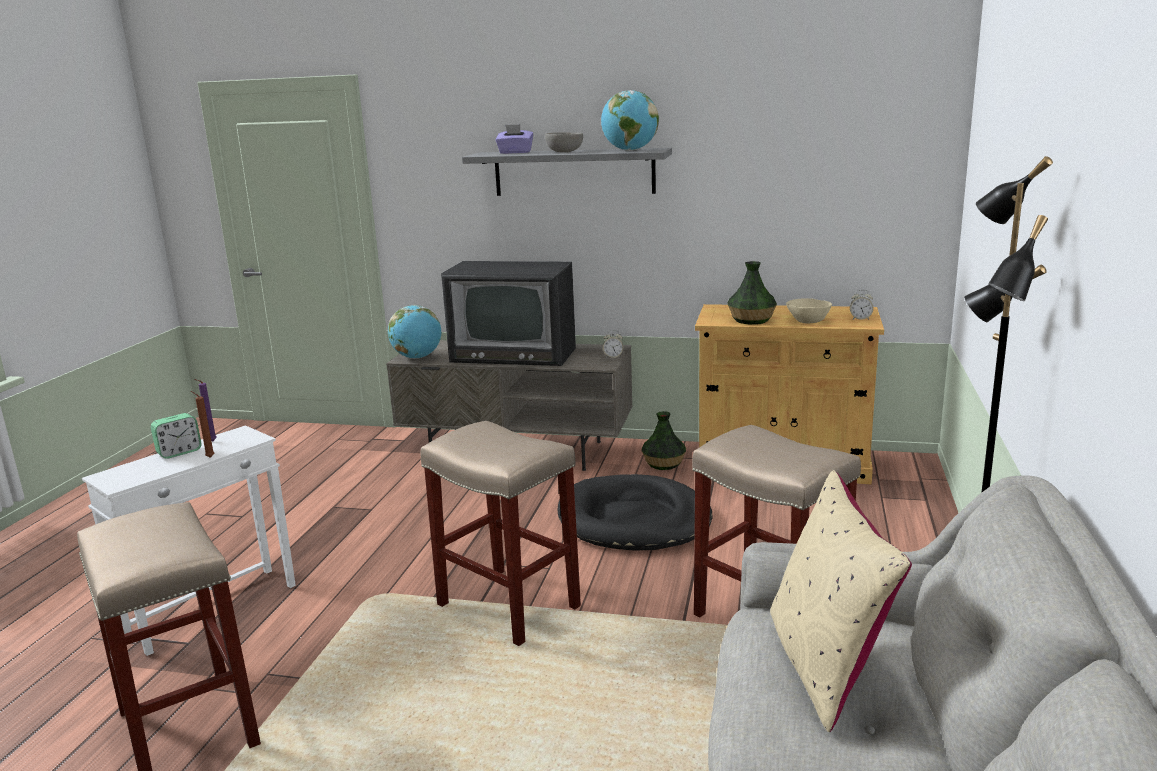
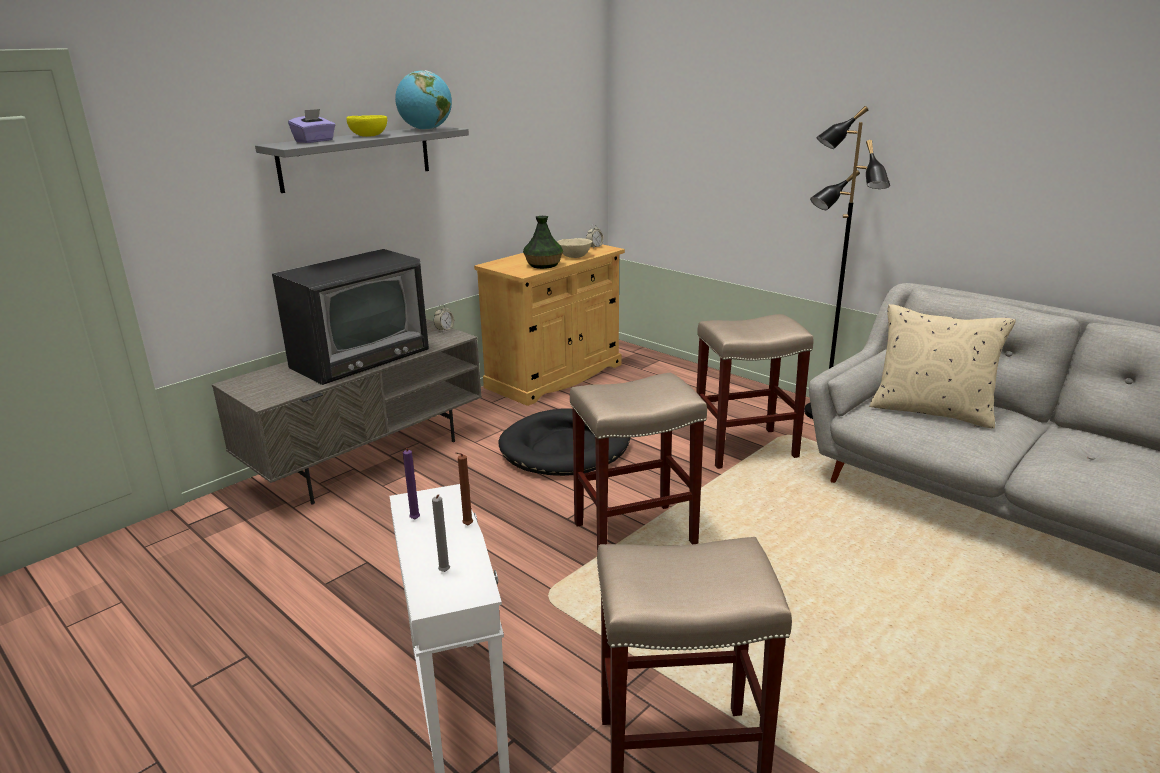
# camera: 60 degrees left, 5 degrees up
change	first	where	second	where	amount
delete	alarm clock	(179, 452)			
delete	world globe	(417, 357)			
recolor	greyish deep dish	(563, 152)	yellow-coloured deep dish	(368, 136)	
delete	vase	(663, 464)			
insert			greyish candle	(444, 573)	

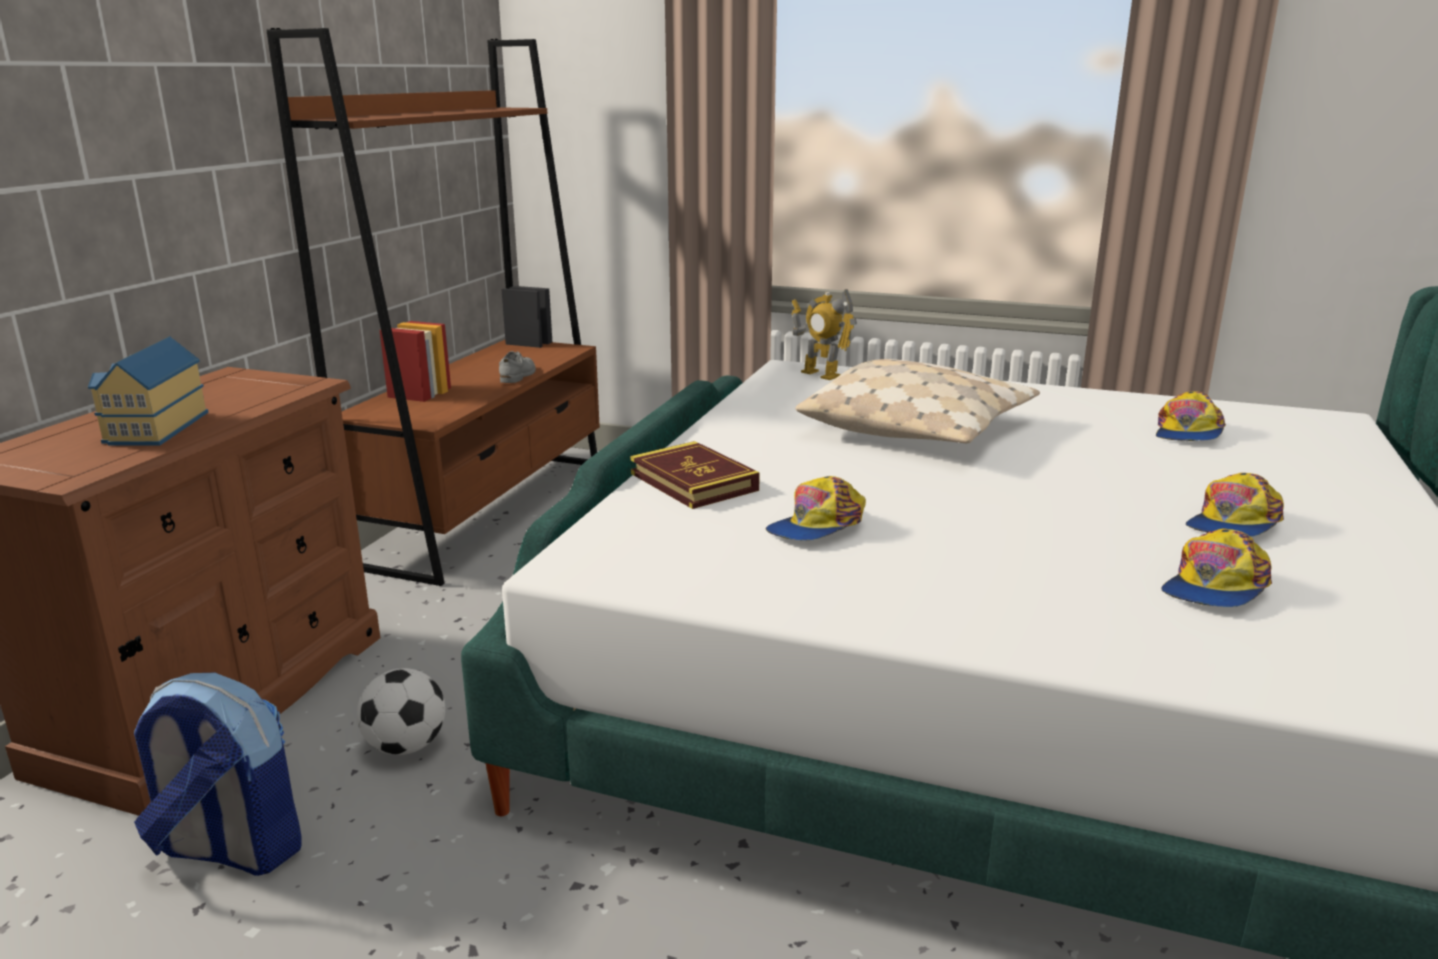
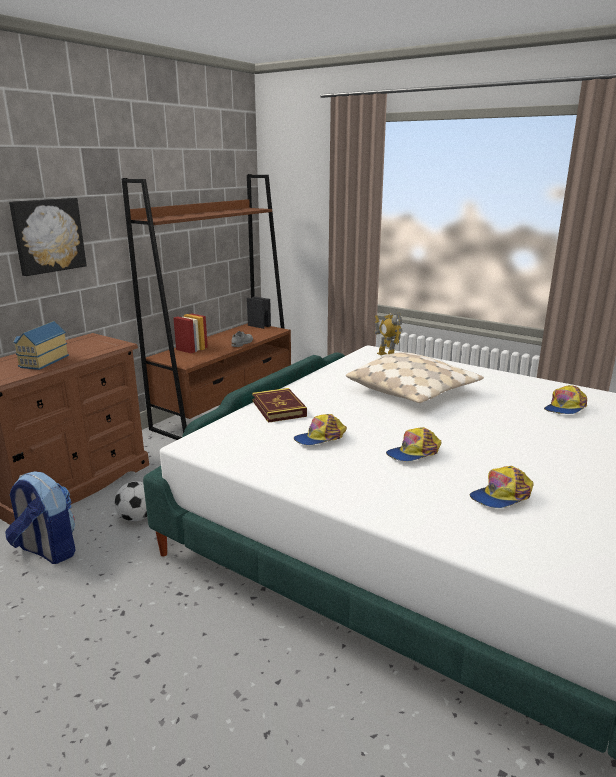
# camera: 15 degrees right, 0 degrees up
change	first	where	second	where	amount
move	peaked cap	(1233, 523)		(414, 453)	
insert			wall art	(48, 235)	

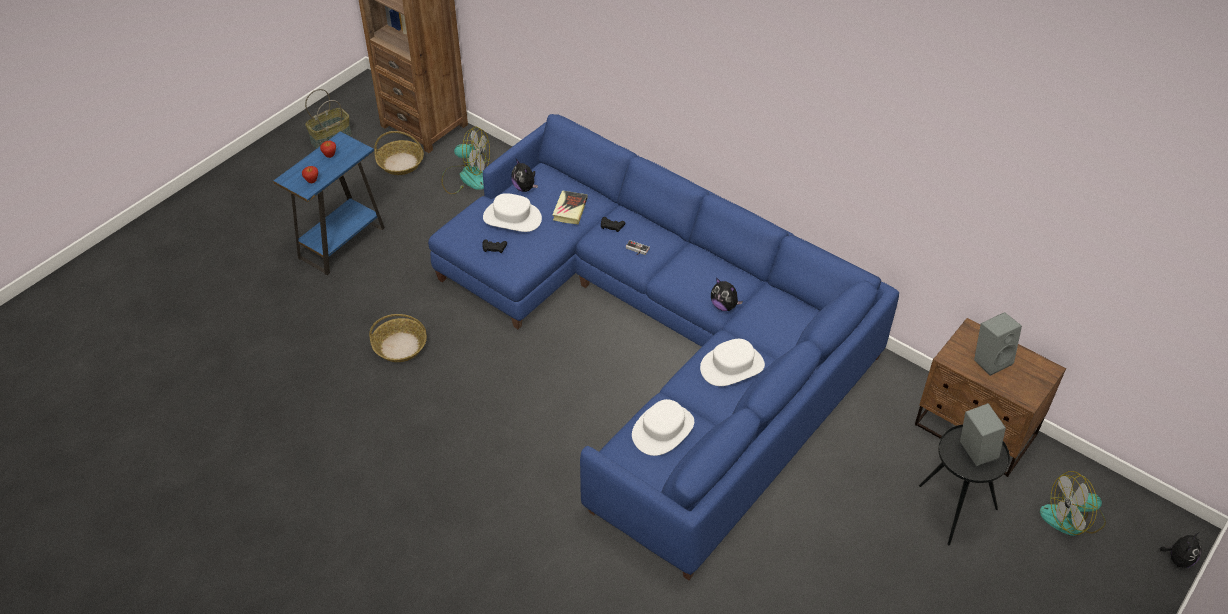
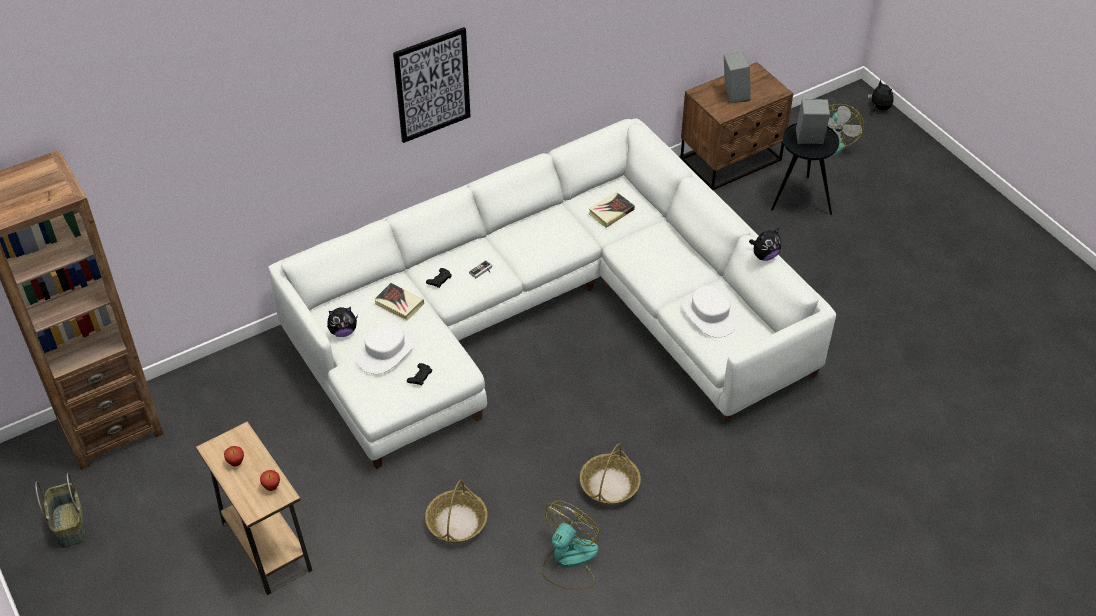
# camera: 70 degrees left, 0 degrees up
change	first	where	second	where	amount
recolor	blue-coloured side table	(341, 243)	brown side table	(266, 547)	
move	basket	(401, 163)		(609, 485)	
recolor	blue-coloured couch	(662, 339)	white couch	(547, 315)	
move	cooling fan	(466, 177)		(569, 560)	
delete	white clothing hat	(732, 366)			
move	soft toy	(724, 306)		(764, 256)	
insert			wall art	(432, 85)	
insert			volume	(611, 212)	

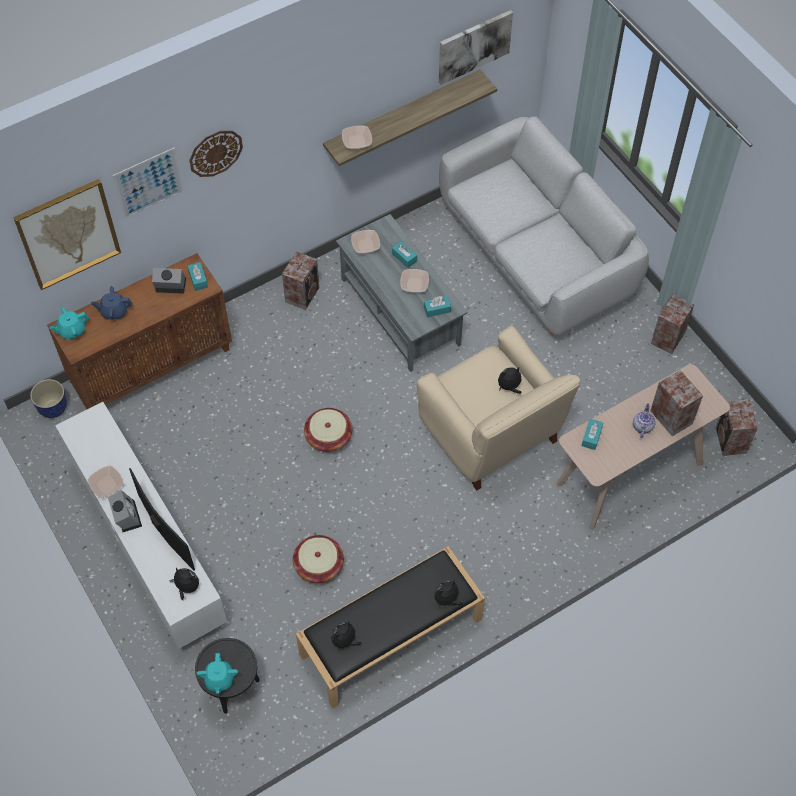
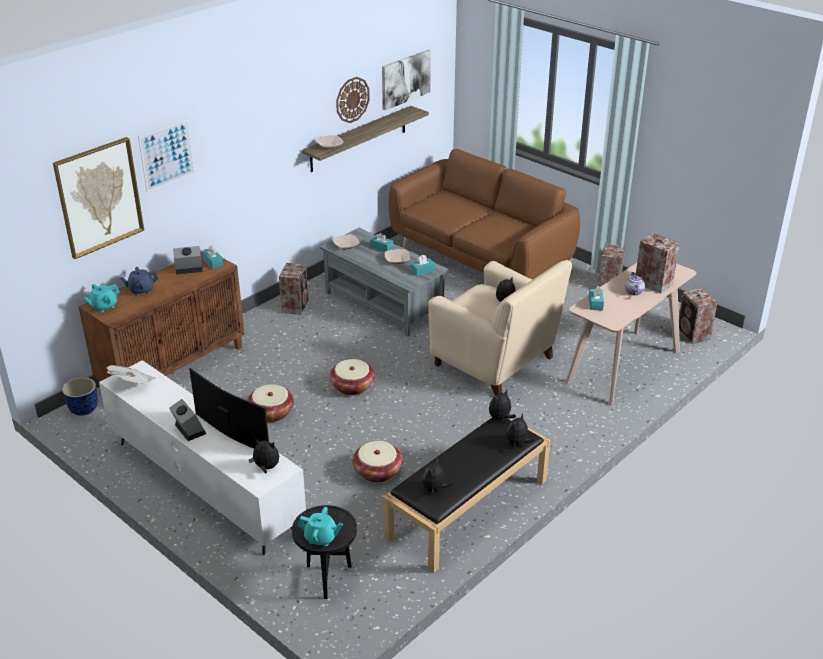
# camera: 15 degrees left, 25 degrees down
change	first	where	second	where	amount
delete	deep dish	(107, 484)			
move	hanging clock	(215, 153)		(352, 99)	
rotate	turquoise-coloured pot for tea	(219, 679)		(321, 538)	60 degrees counterclockwise
recolor	greyish couch	(536, 255)	brown couch	(481, 258)	
insert			daily paper	(133, 384)	
insert			basket	(271, 412)	
insert			soft toy	(500, 418)	

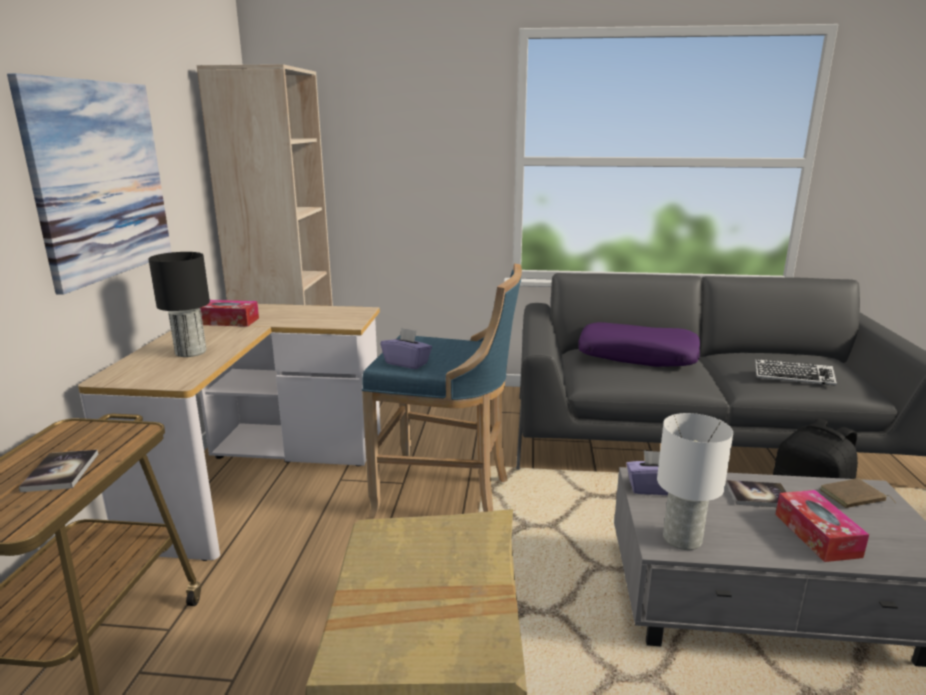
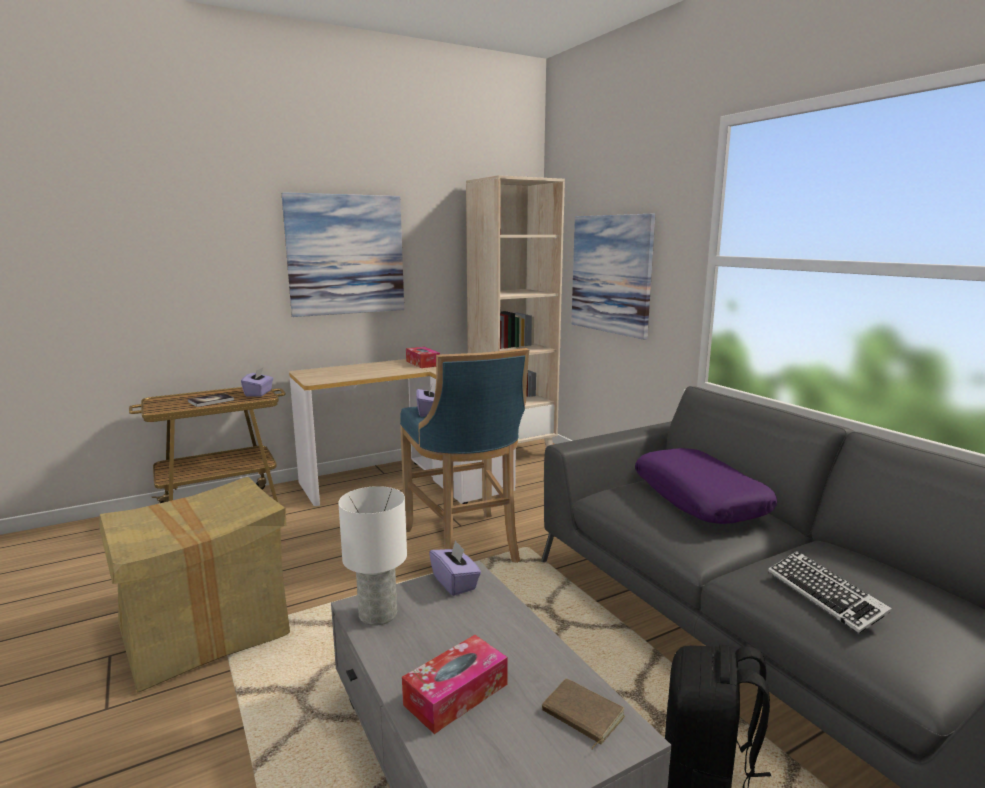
# camera: 55 degrees right, 5 degrees down
change	first	where	second	where	amount
delete	black lamp for a table	(190, 352)			
delete	volume	(758, 495)			
insert			purple-coloured box of tissues	(259, 393)	
insert			wall art	(611, 274)	

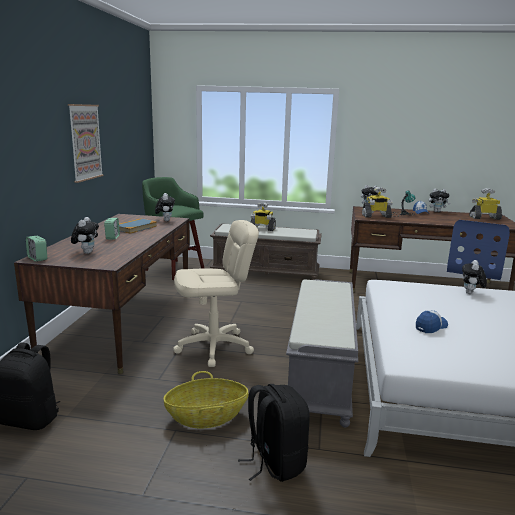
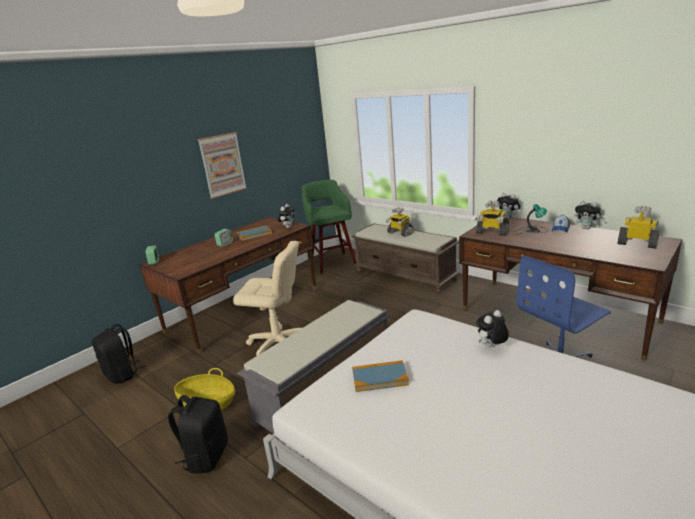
# camera: 35 degrees right, 5 degrees up
change	first	where	second	where	amount
delete	soft toy	(86, 252)			
replace	peaked cap	(431, 327)	volume	(380, 378)	

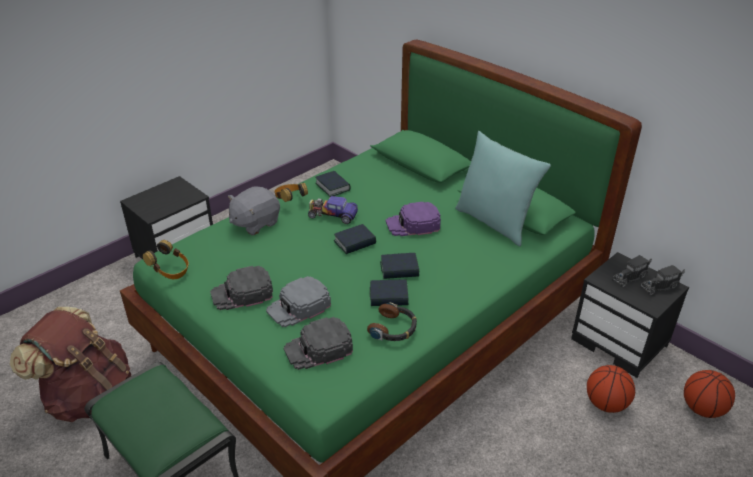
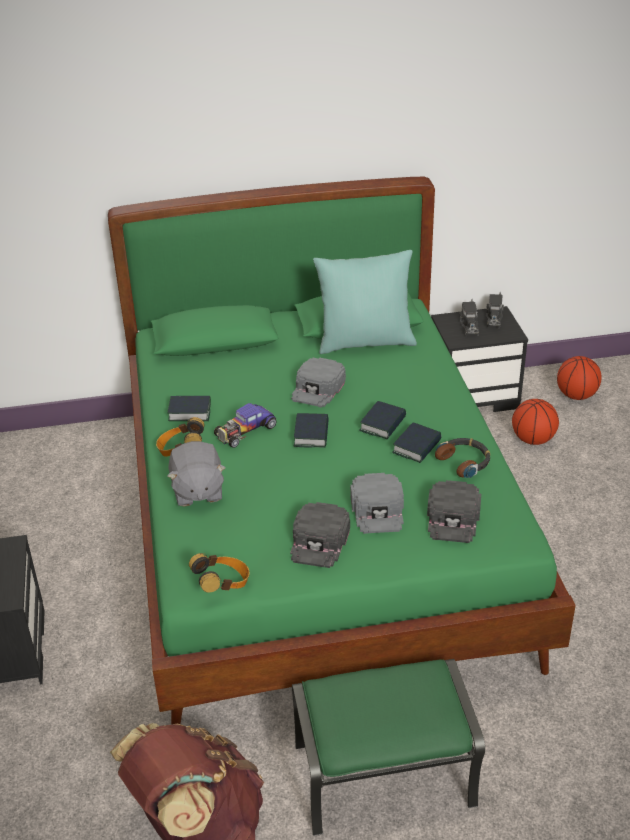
# camera: 55 degrees left, 0 degrees up
change	first	where	second	where	amount
recolor	purple-coloured peaked cap	(413, 224)	greyish peaked cap	(318, 388)	

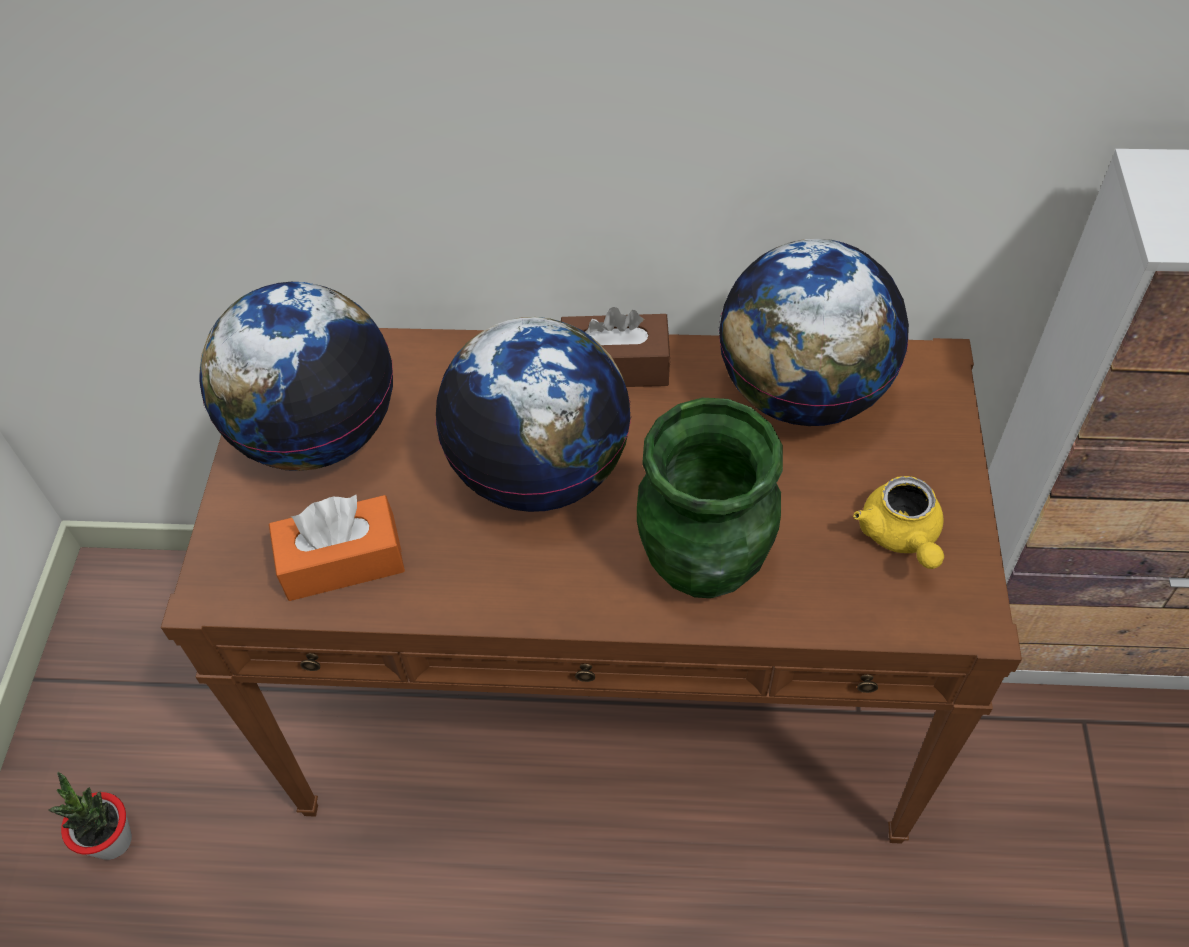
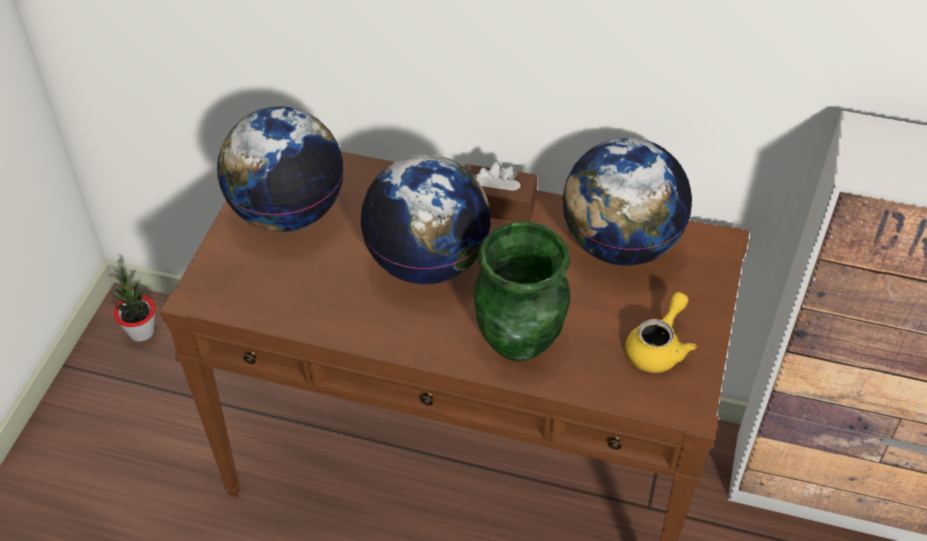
# camera: 10 degrees right, 5 degrees down
change	first	where	second	where	amount
move	houseplant	(112, 840)		(141, 331)	
delete	orange-coloured box of tissues	(342, 561)			
rotate	yellow-coloured pot for tea	(901, 536)		(658, 348)	150 degrees counterclockwise

